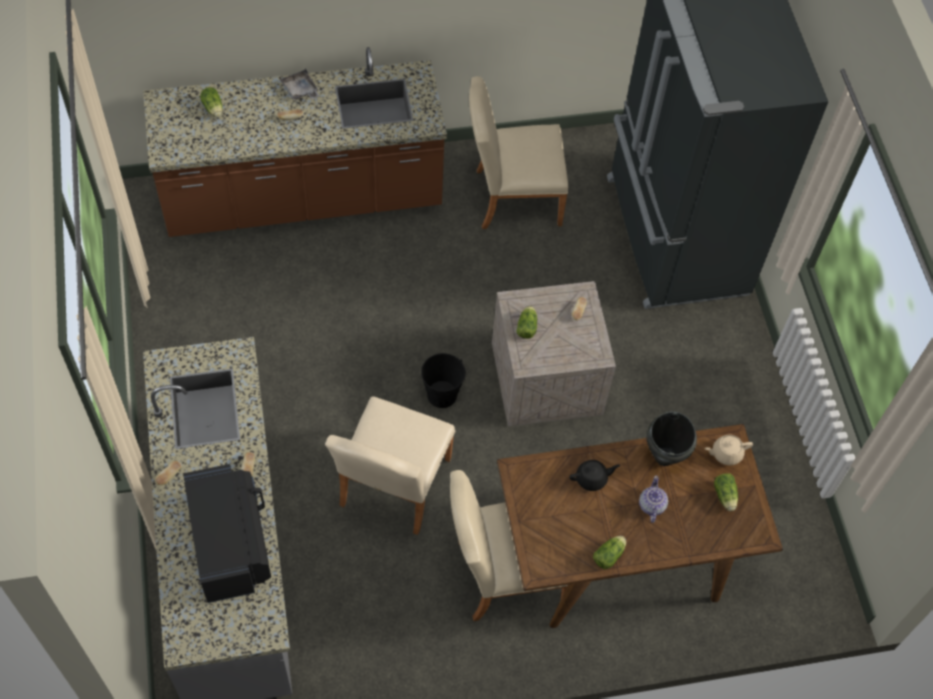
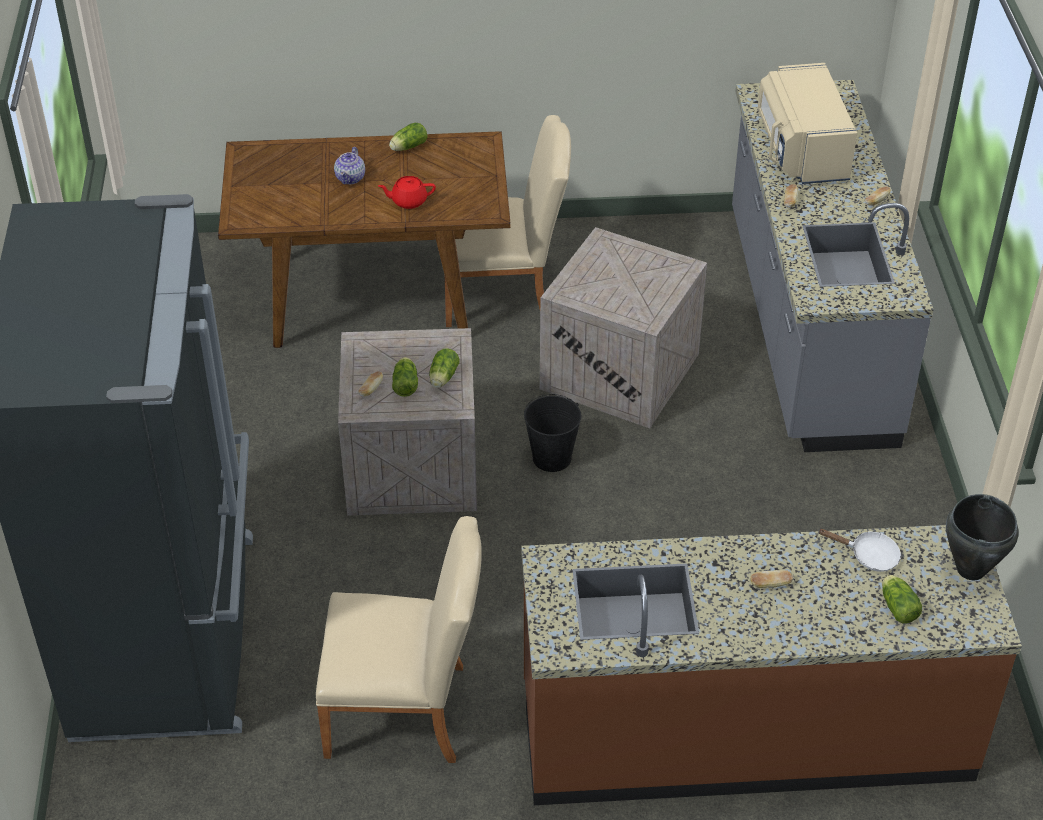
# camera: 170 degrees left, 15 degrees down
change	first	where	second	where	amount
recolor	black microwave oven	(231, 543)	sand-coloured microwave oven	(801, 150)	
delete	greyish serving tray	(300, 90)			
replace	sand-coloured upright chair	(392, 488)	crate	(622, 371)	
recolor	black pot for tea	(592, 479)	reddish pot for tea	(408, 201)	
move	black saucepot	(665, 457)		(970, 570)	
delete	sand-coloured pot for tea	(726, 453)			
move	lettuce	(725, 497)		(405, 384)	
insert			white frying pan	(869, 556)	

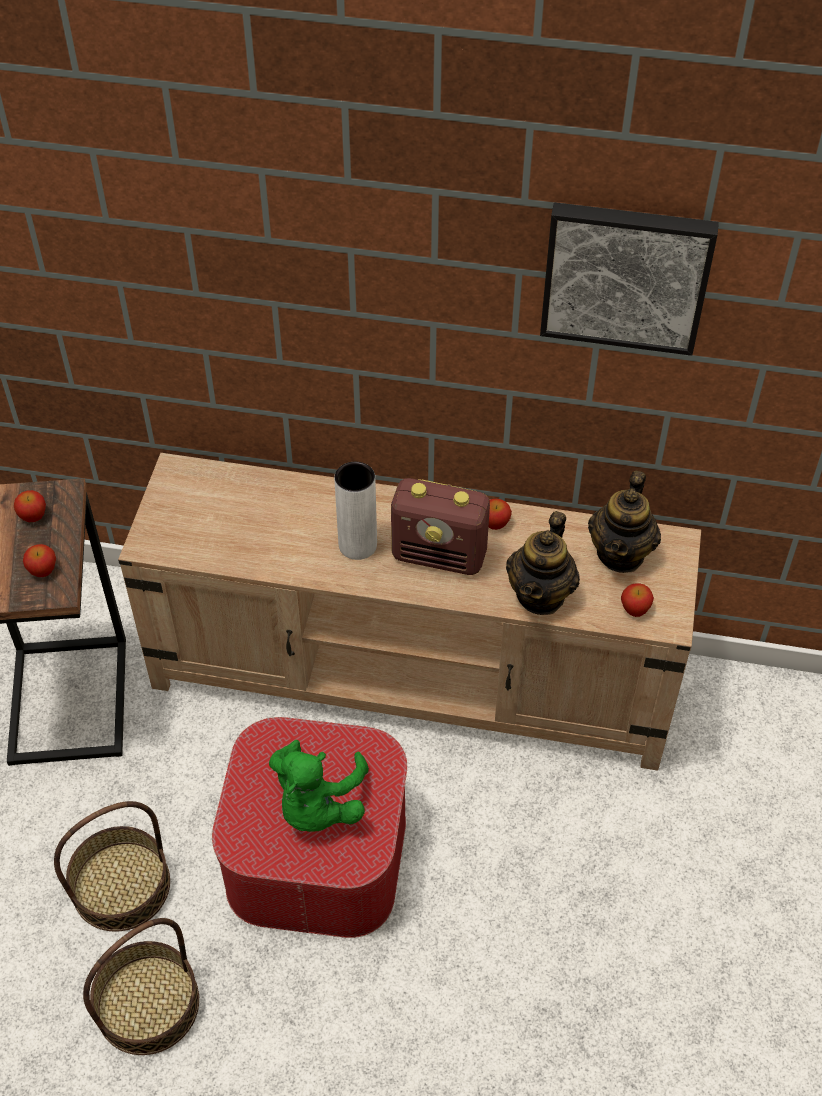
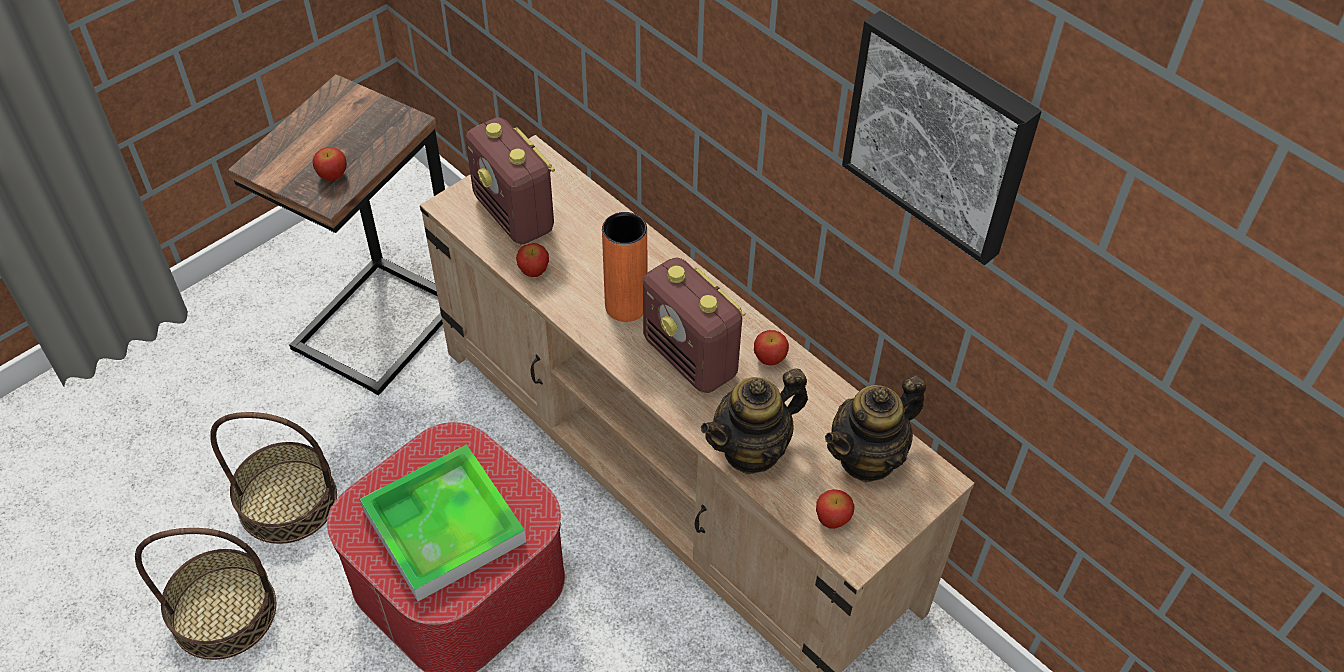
# camera: 35 degrees right, 0 degrees up
change	first	where	second	where	amount
move	apple	(33, 516)		(533, 271)	
replace	greenish soft toy	(317, 805)	serving tray	(444, 526)	
recolor	white vase	(357, 545)	orange-coloured vase	(626, 306)	
insert			radio set	(515, 215)	

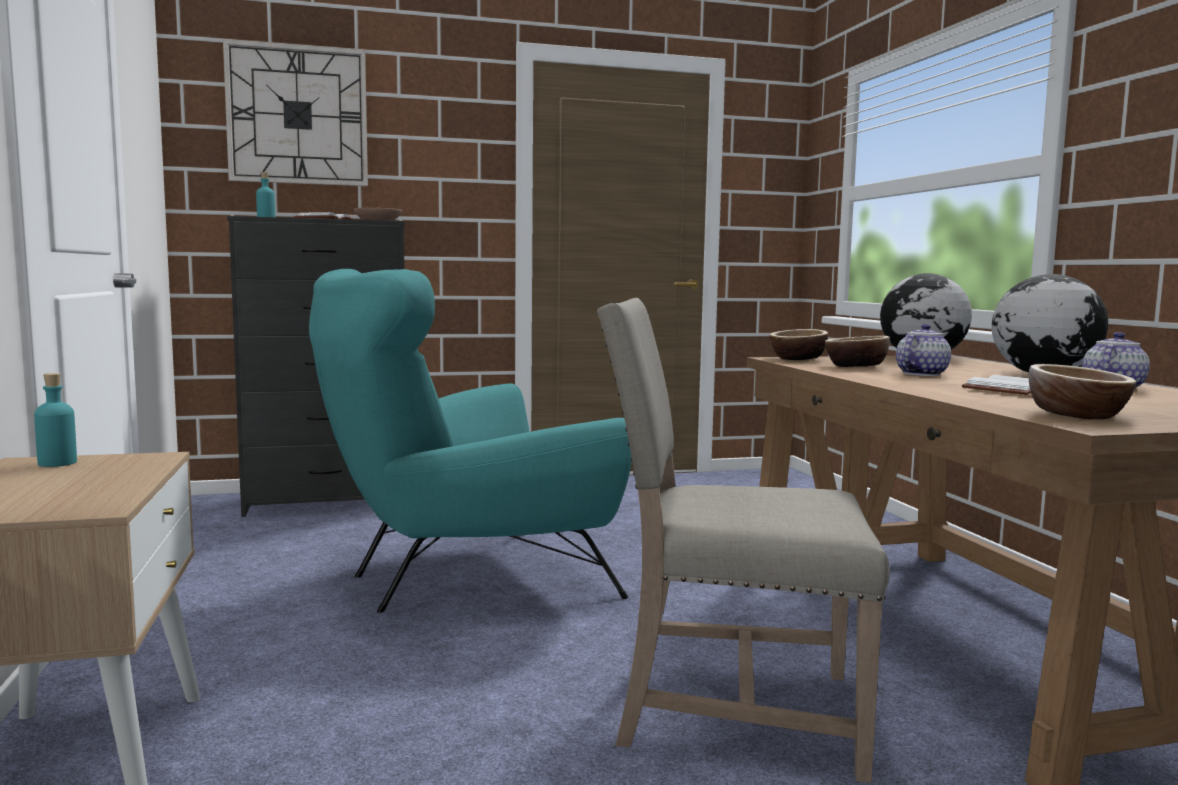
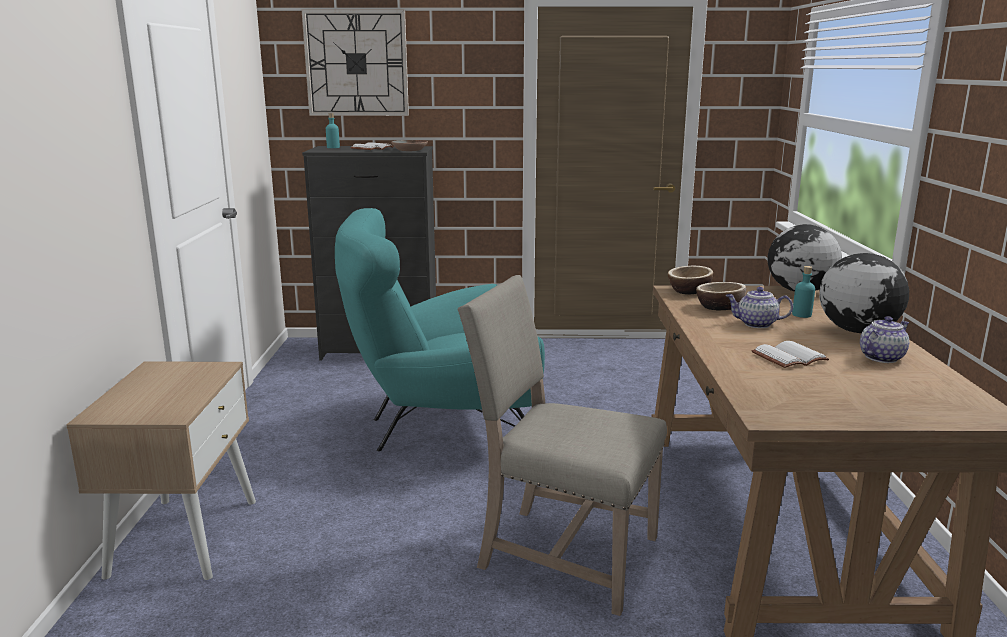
# camera: 15 degrees right, 10 degrees up
change	first	where	second	where	amount
move	turquoise-coloured bottle	(57, 463)		(801, 315)	
rotate	pot for tea	(921, 374)		(755, 324)	135 degrees counterclockwise
delete	deep dish	(1076, 415)			

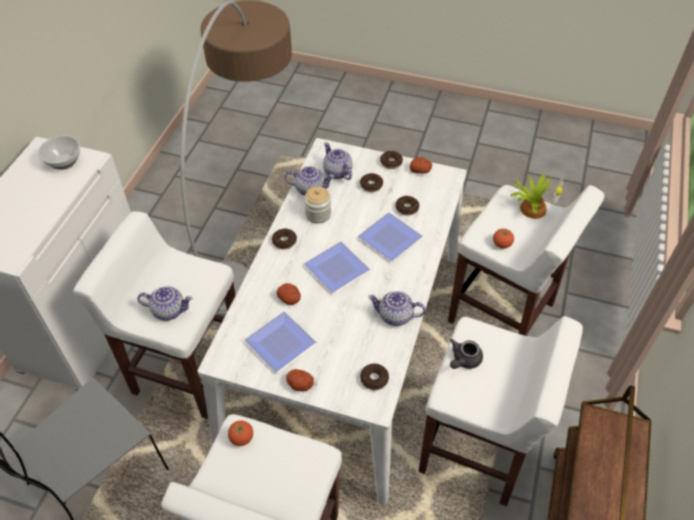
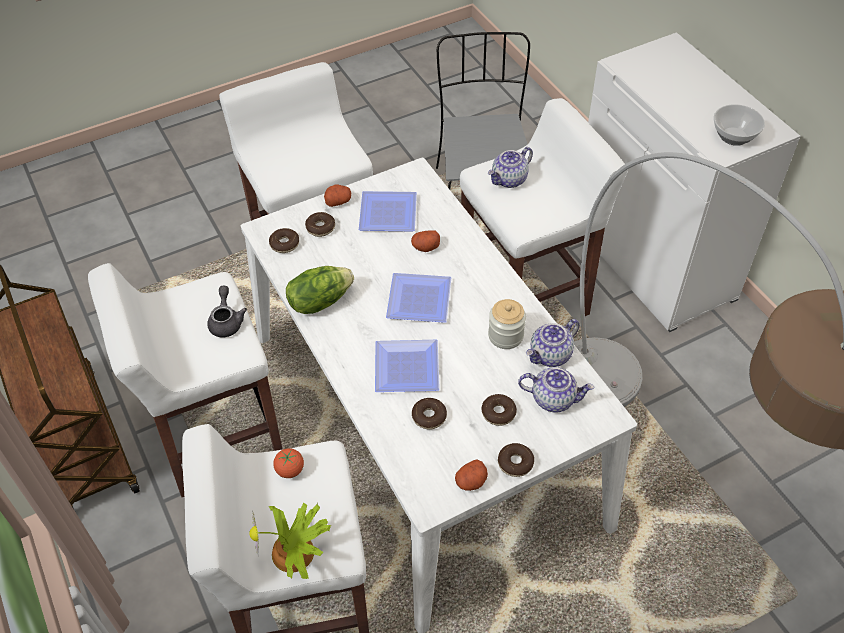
# camera: 135 degrees right, 0 degrees up
change	first	where	second	where	amount
delete	tomato	(241, 438)			
move	ring doughnut	(284, 241)		(320, 228)	
replace	pot for tea	(395, 316)	lettuce	(319, 301)	

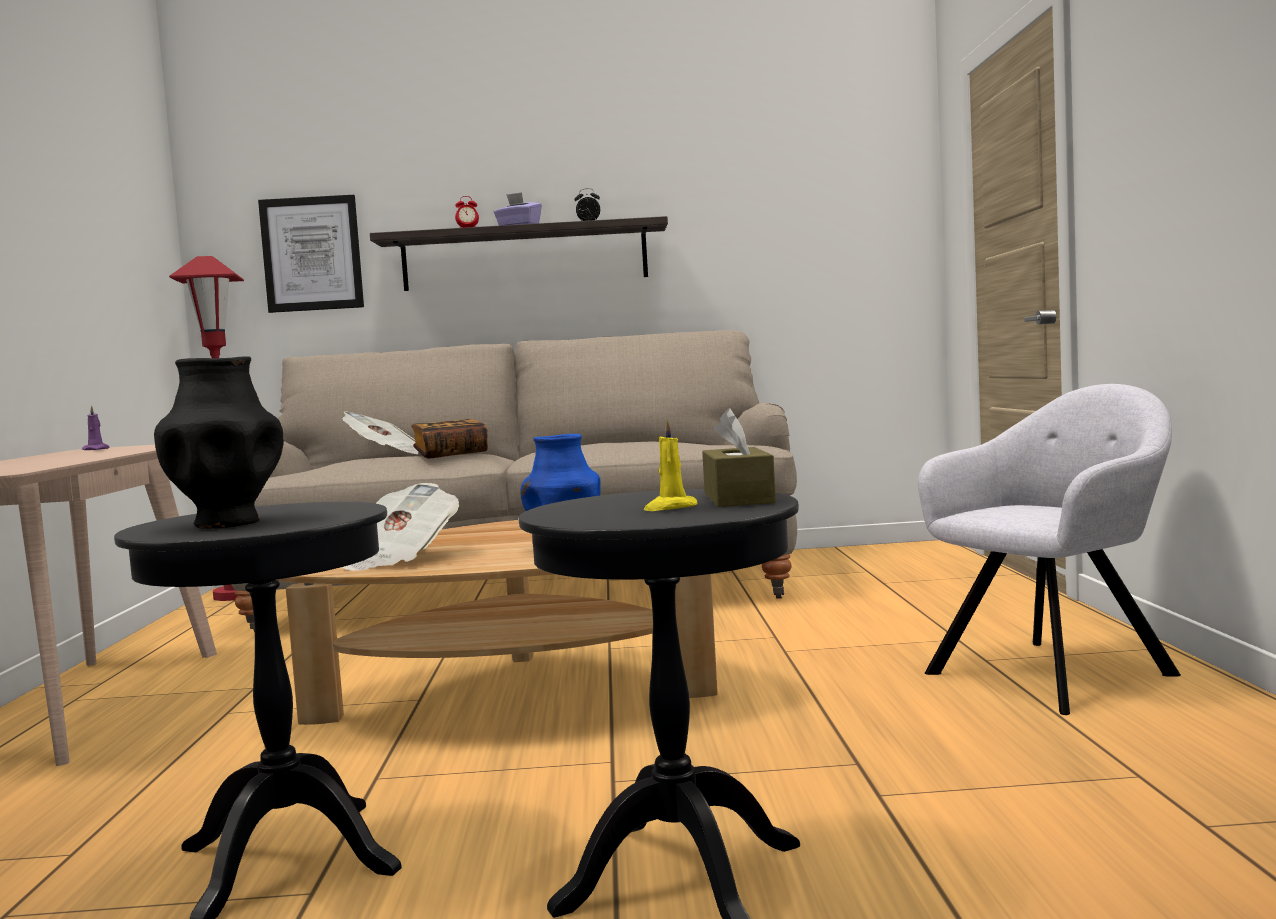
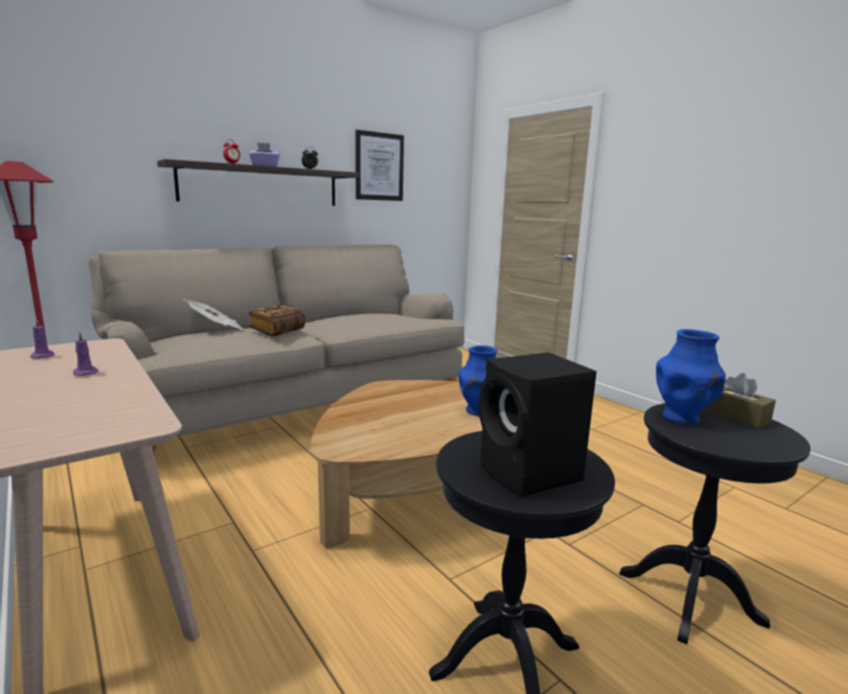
# camera: 35 degrees left, 10 degrees up
change	first	where	second	where	amount
replace	black vase	(228, 523)	black audio speaker	(531, 475)	
move	wall art	(312, 254)		(379, 166)	
delete	daily paper	(399, 559)			
delete	yellow-coloured candle	(670, 508)			
delete	greyish armchair	(1056, 672)			
insert			purple-coloured candle	(85, 373)	
insert			blue-coloured vase	(682, 418)	

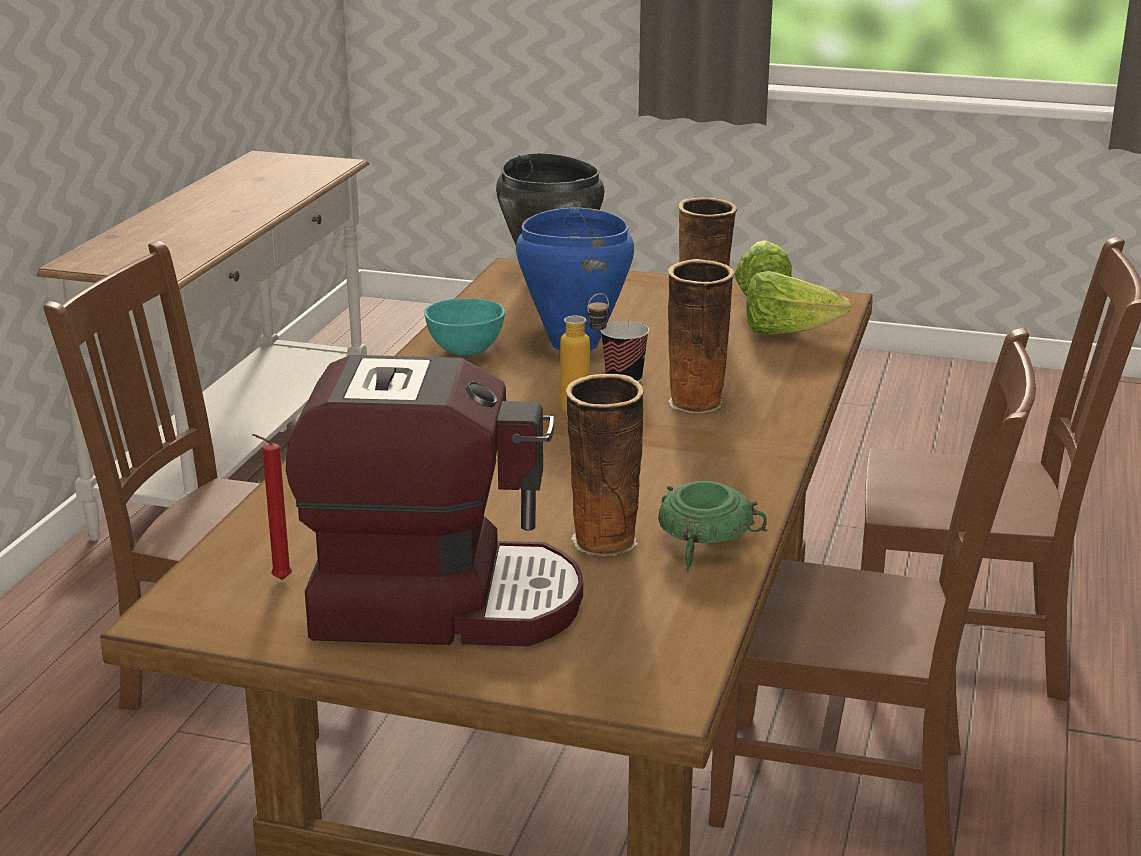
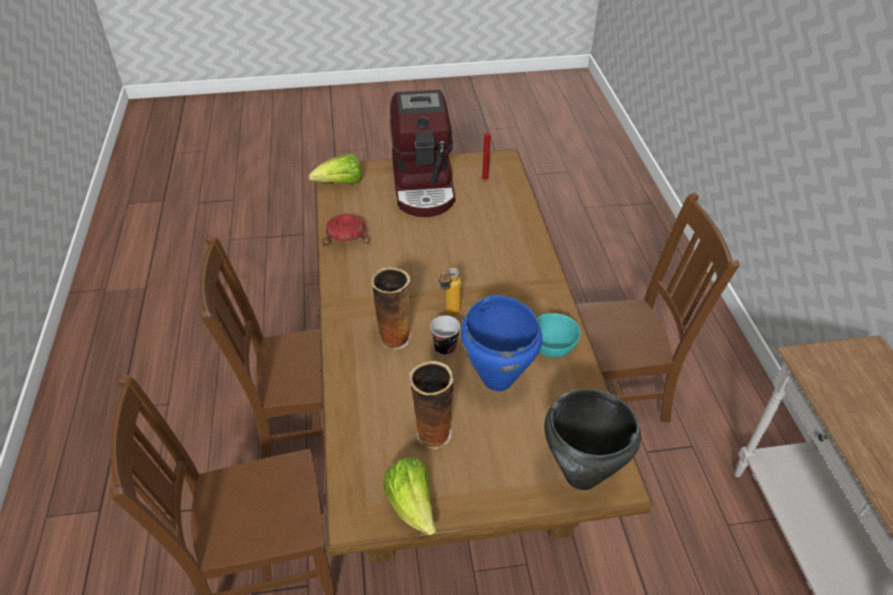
# camera: 155 degrees right, 20 degrees up
change	first	where	second	where	amount
rotate	coffee brewer	(441, 602)		(424, 186)	75 degrees counterclockwise
delete	vase	(603, 542)			
recolor	greenish deep dish	(703, 541)	reddish deep dish	(347, 239)	
move	lettuce	(787, 333)		(340, 184)	

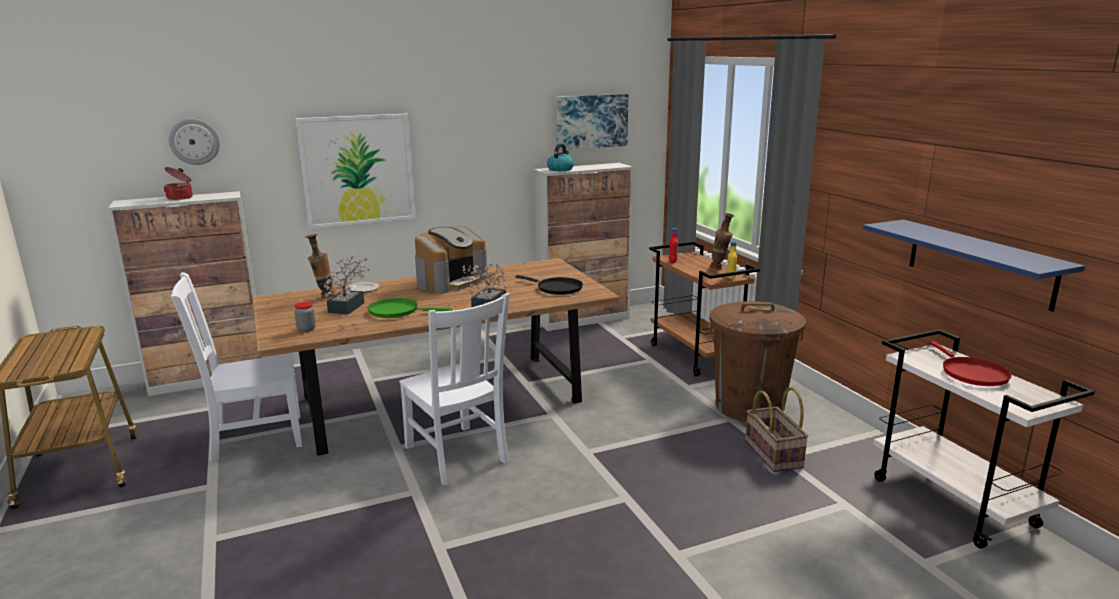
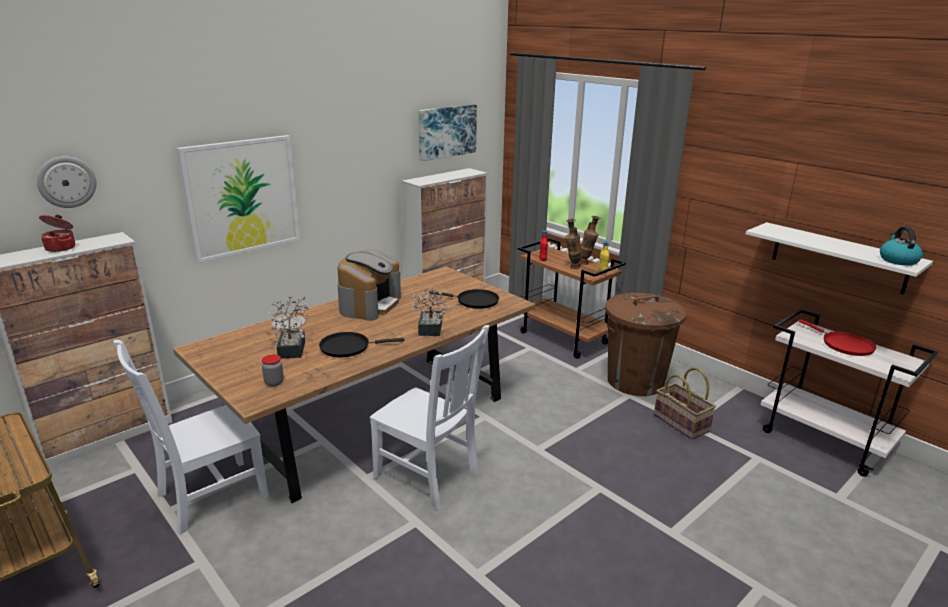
# camera: 20 degrees left, 5 degrees up
change	first	where	second	where	amount
move	vase	(324, 297)		(571, 267)	
recolor	greenish frying pan	(397, 311)	black frying pan	(348, 347)	
move	water kettle	(560, 169)		(897, 260)	
recolor	blue-coloured bracket shelf	(979, 263)	white bracket shelf	(838, 257)	

